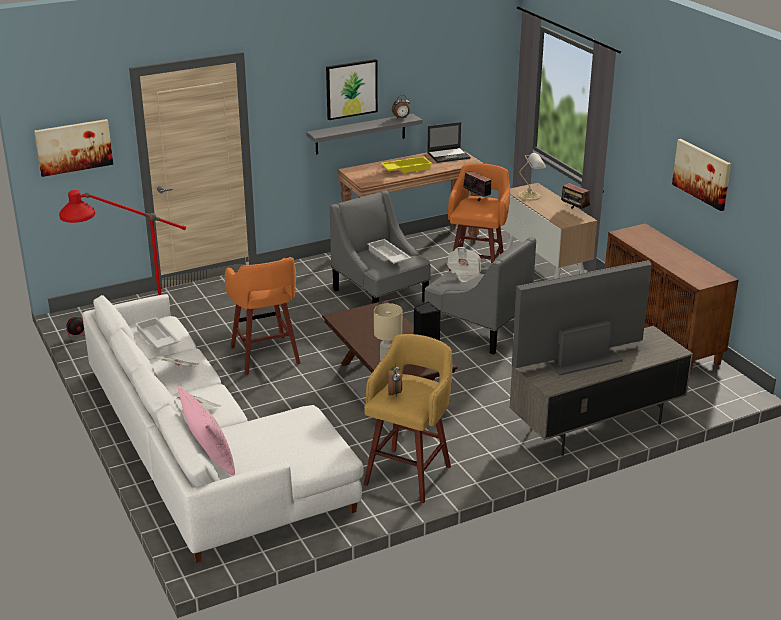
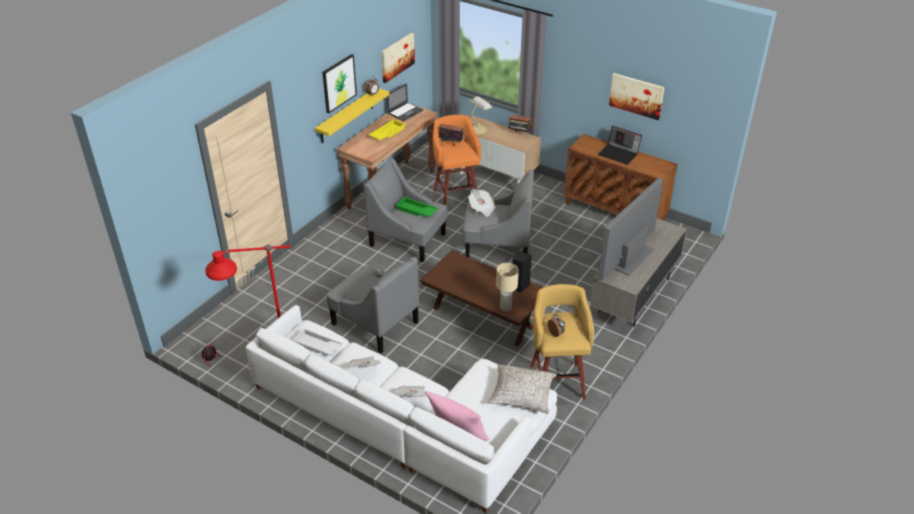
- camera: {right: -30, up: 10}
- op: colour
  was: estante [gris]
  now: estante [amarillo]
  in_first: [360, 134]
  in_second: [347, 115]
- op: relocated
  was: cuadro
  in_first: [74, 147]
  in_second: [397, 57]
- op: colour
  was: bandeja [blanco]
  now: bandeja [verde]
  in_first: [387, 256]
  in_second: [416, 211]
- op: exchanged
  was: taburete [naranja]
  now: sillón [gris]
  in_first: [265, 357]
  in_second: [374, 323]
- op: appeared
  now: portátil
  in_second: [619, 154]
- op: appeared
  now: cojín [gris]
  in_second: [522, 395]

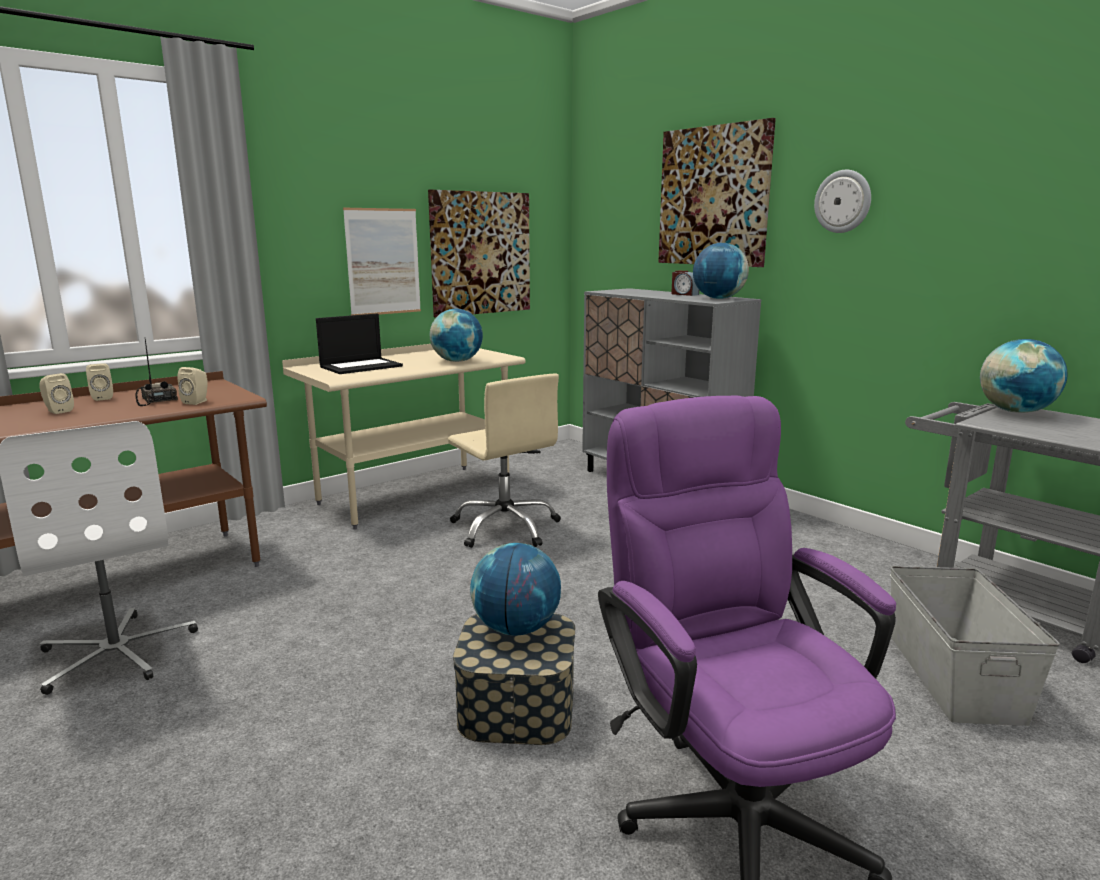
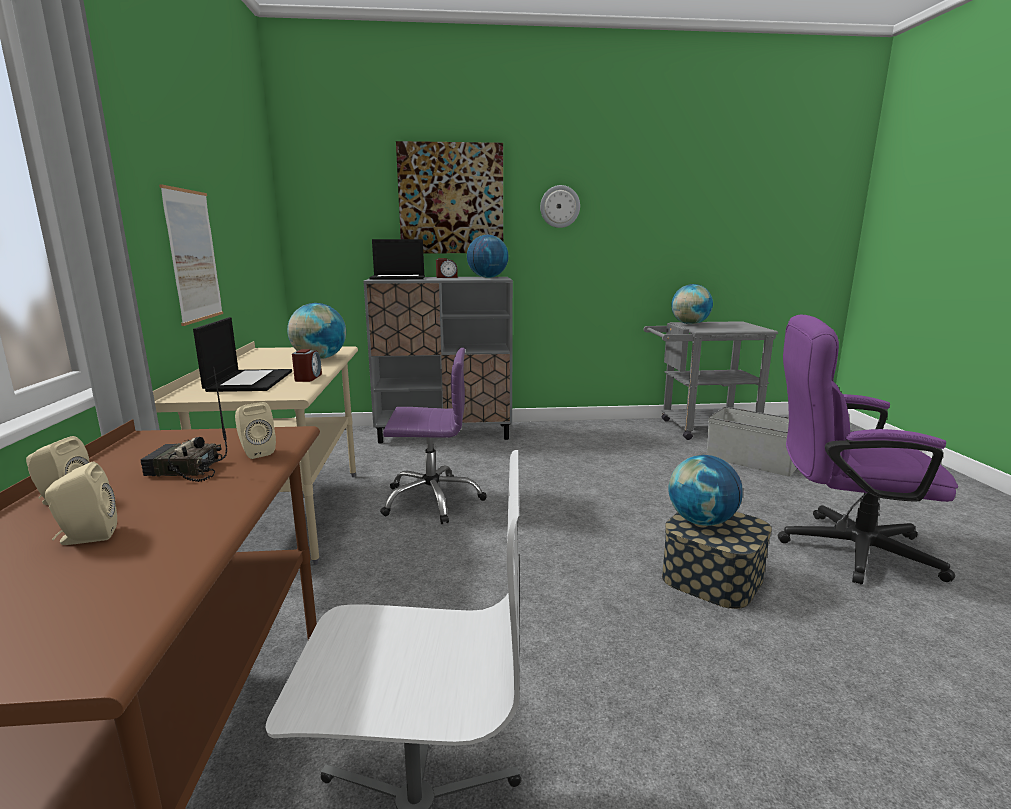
- camera: {right: -55, up: 0}
- op: missing
  was: cuadro
  in_first: [481, 253]
- op: colour
  was: silla de oficina [beis]
  now: silla de oficina [morado]
  in_first: [505, 528]
  in_second: [432, 500]
- op: appeared
  now: portátil
  in_second: [398, 278]
- op: appeared
  now: despertador
  in_second: [308, 378]

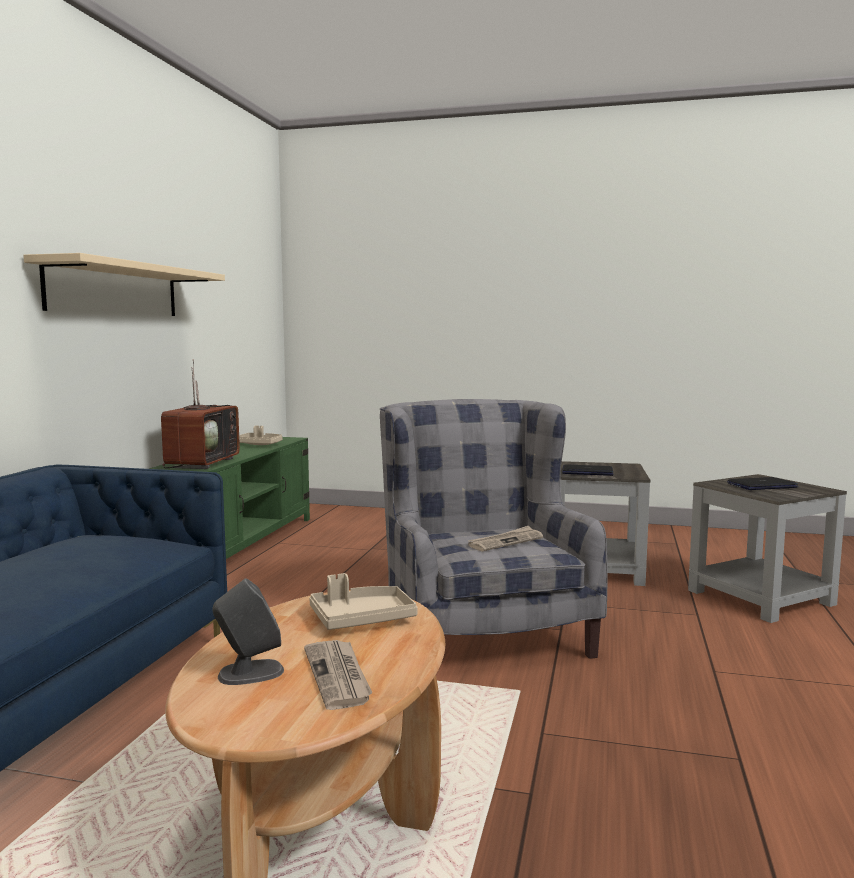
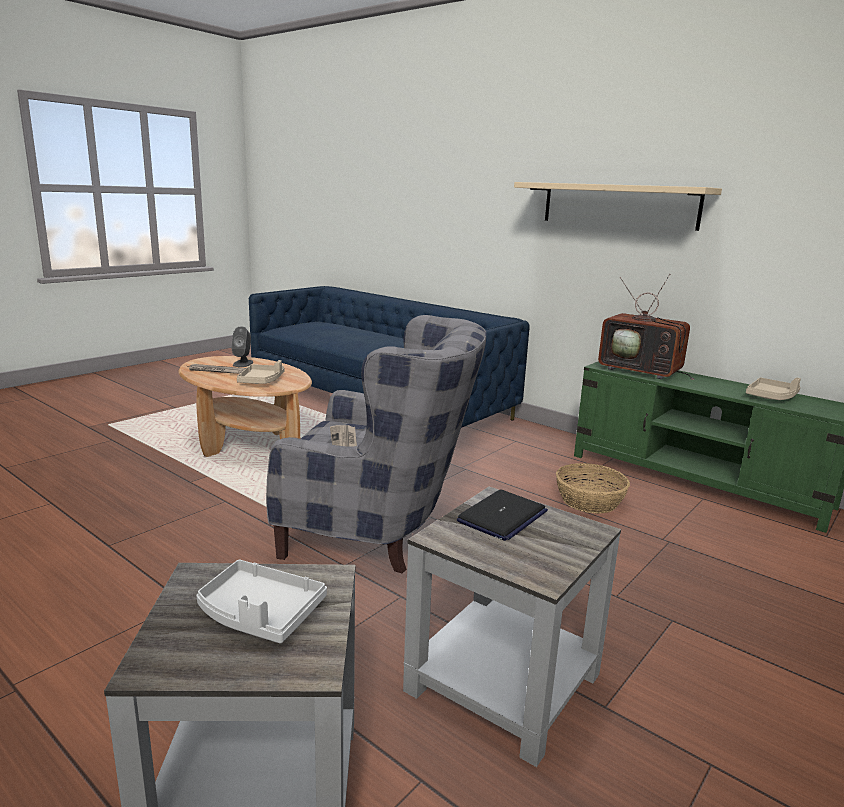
- camera: {right: 115, up: 10}
- op: exchanged
  was: portátil
  now: bandeja [gris]
  in_first: [762, 485]
  in_second: [259, 614]
- op: appeared
  now: cesta
  in_second: [590, 501]

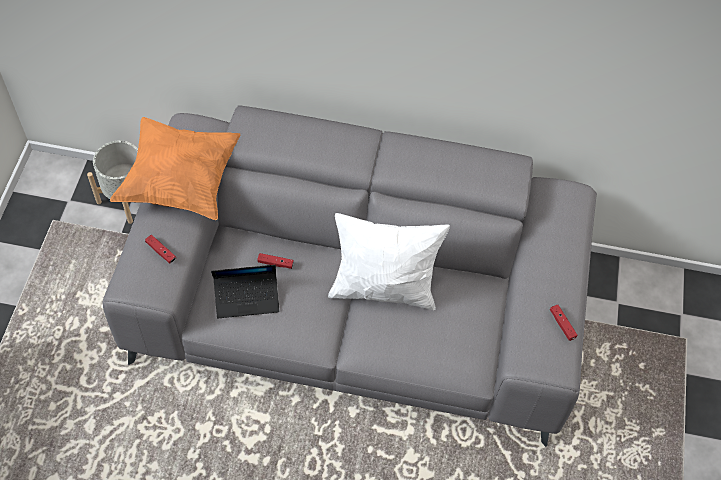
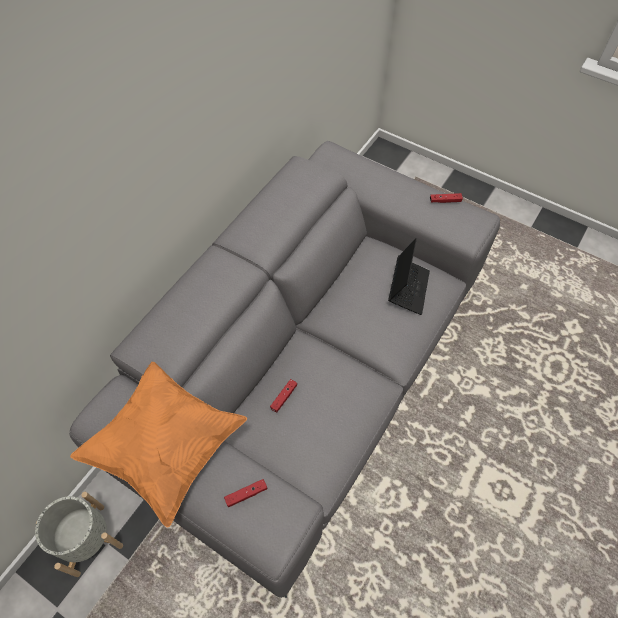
- camera: {right: -65, up: 0}
- op: missing
  was: cojín [blanco]
  in_first: [383, 288]
- op: relocated
  was: portátil
  in_first: [247, 298]
  in_second: [408, 288]

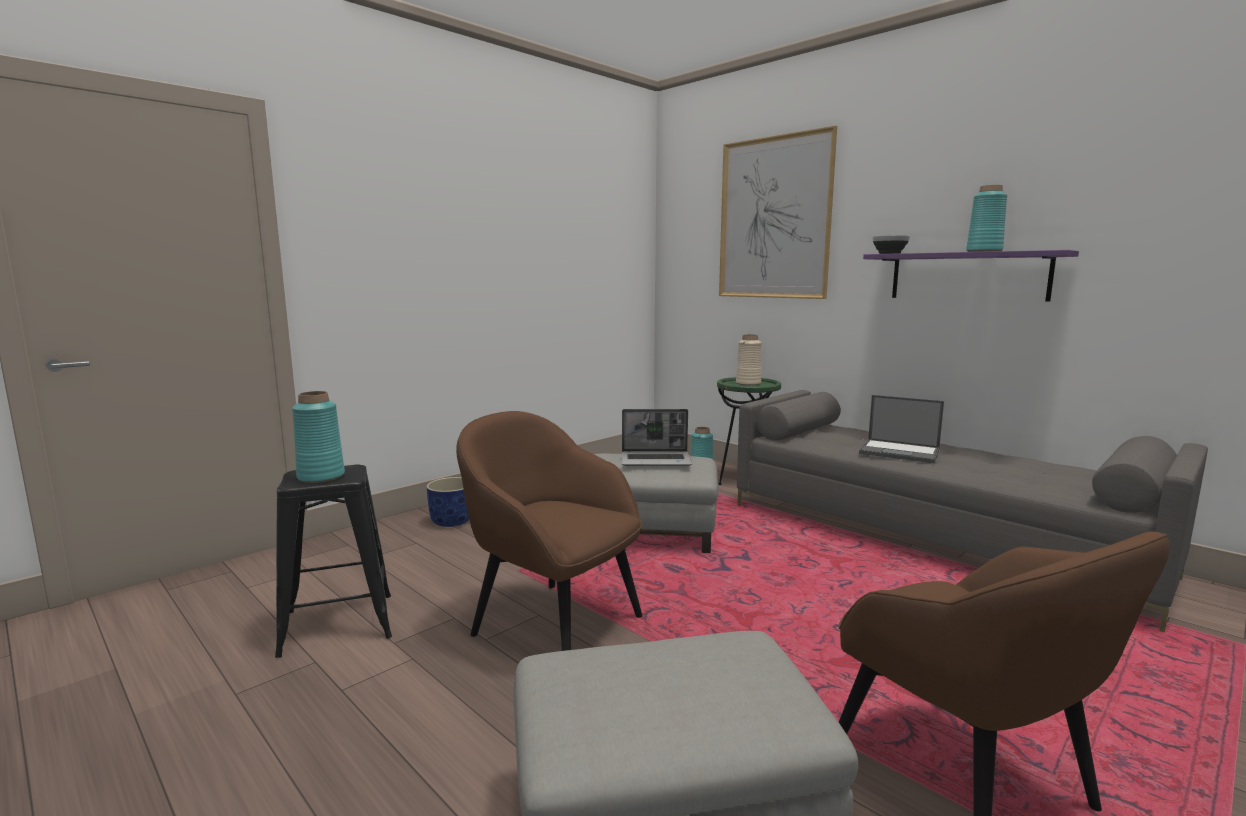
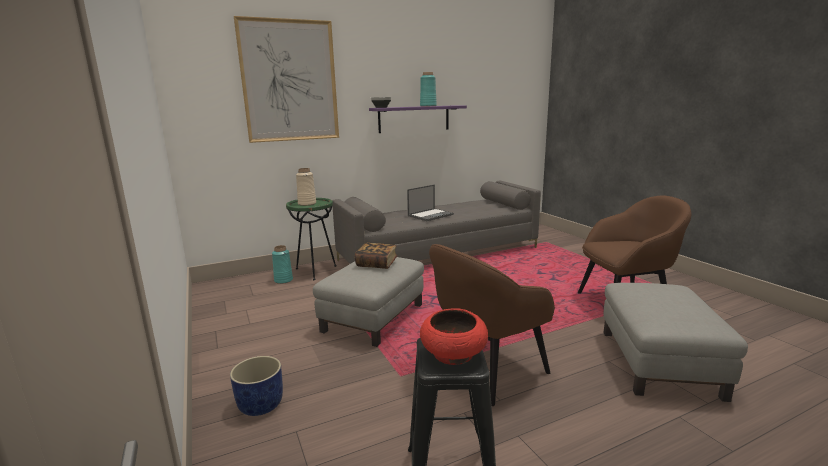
- camera: {right: -70, up: 5}
- op: exchanged
  was: florero [turquesa]
  now: cuenco [rojo]
  in_first: [320, 476]
  in_second: [453, 355]
- op: exchanged
  was: portátil
  now: libro
  in_first: [656, 460]
  in_second: [376, 264]

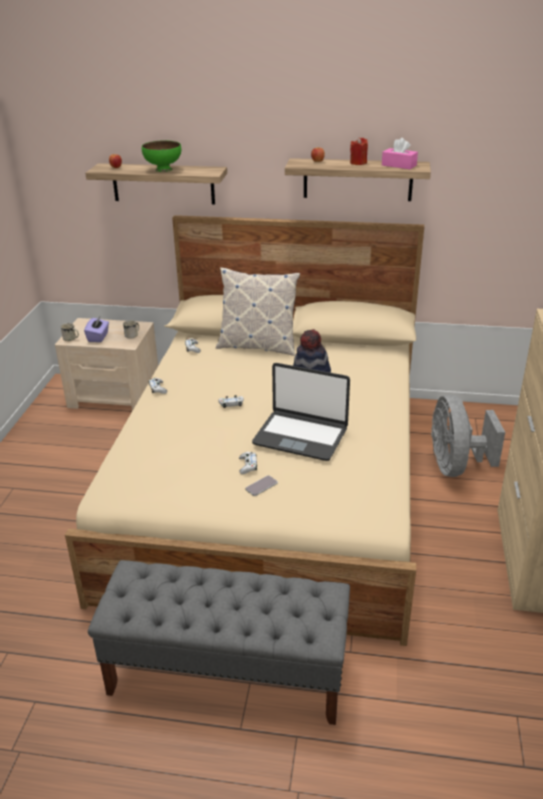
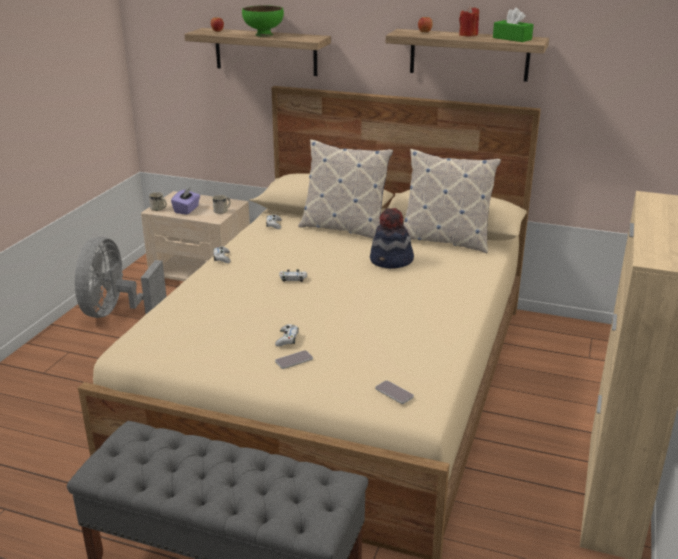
- camera: {right: 10, up: -5}
- op: colour
  was: caja de pañuelos [rosa]
  now: caja de pañuelos [verde]
  in_first: [399, 165]
  in_second: [512, 38]
- op: missing
  was: portátil
  in_first: [301, 436]
- op: relocated
  was: ventilador [gris]
  in_first: [455, 466]
  in_second: [116, 312]
- op: appeared
  now: cojín
  in_second: [445, 240]
- op: appeared
  now: móvil
  in_second: [394, 393]

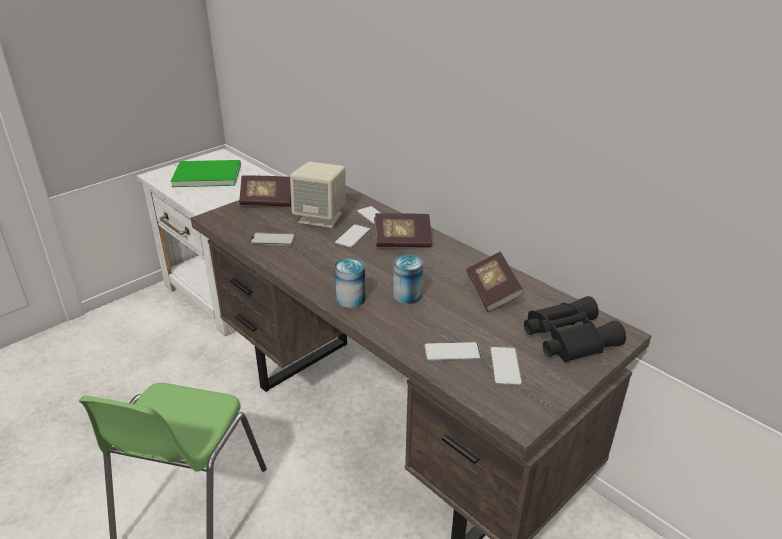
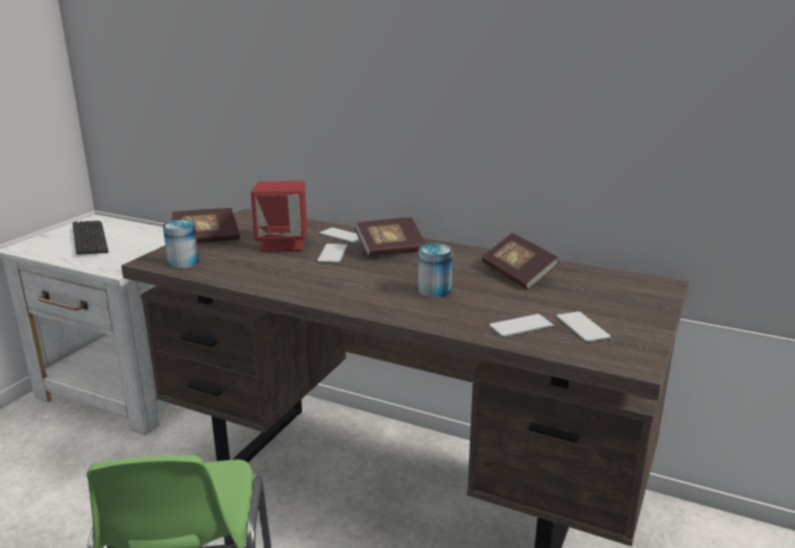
- camera: {right: -20, up: -10}
- op: exchanged
  was: libro [verde]
  now: teclado
  in_first: [205, 175]
  in_second: [90, 239]
- op: colour
  was: altavoz [beis]
  now: altavoz [rojo]
  in_first: [321, 217]
  in_second: [283, 244]
- op: missing
  was: móvil
  in_first: [272, 239]
- op: relocated
  was: lata
  in_first: [350, 299]
  in_second: [183, 262]
- op: missing
  was: prismáticos [negro]
  in_first: [567, 337]

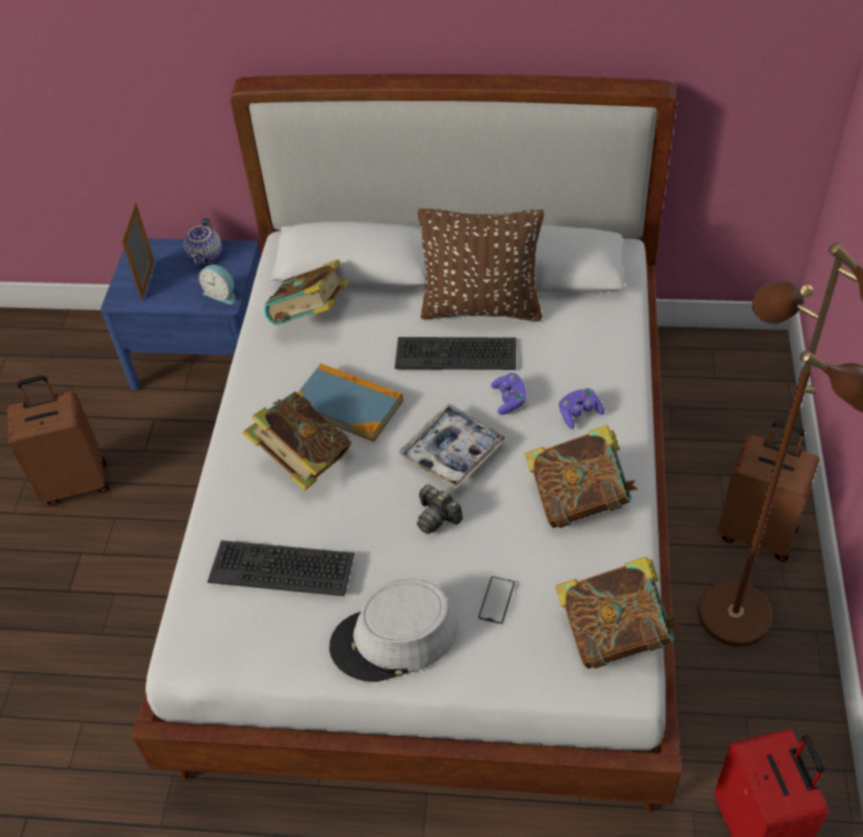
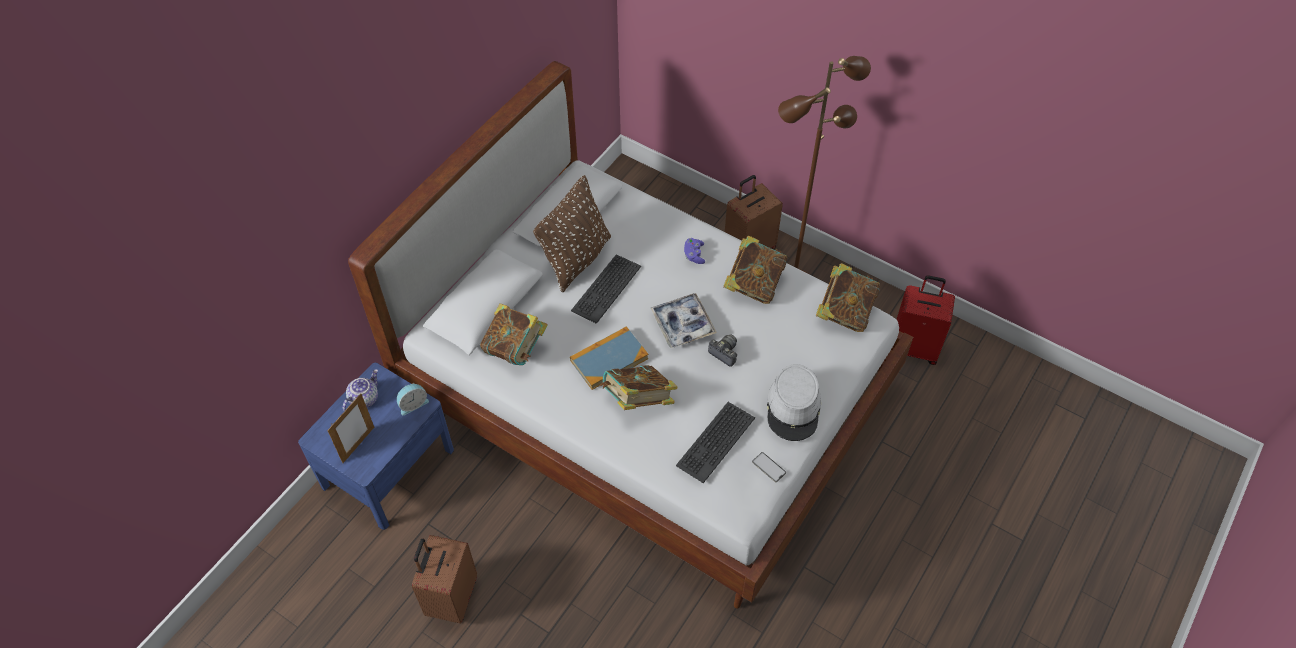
- camera: {right: -65, up: 5}
- op: spun
  was: portarretratos
  in_first: [148, 280]
  in_second: [358, 444]
  clockwise: -90
- op: spun
  was: tetera
  in_first: [206, 256]
  in_second: [364, 398]
  clockwise: -90
- op: missing
  was: mando de consola [morado]
  in_first: [509, 400]
- op: spun
  was: cámara
  in_first: [437, 517]
  in_second: [724, 353]
  clockwise: -120
- op: relocated
  was: móvil
  in_first: [496, 600]
  in_second: [769, 467]

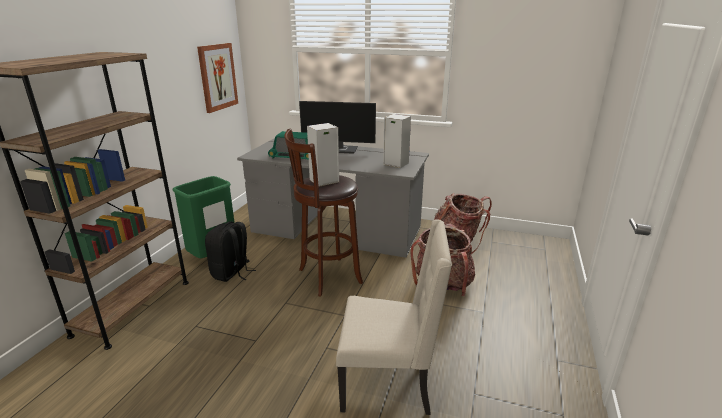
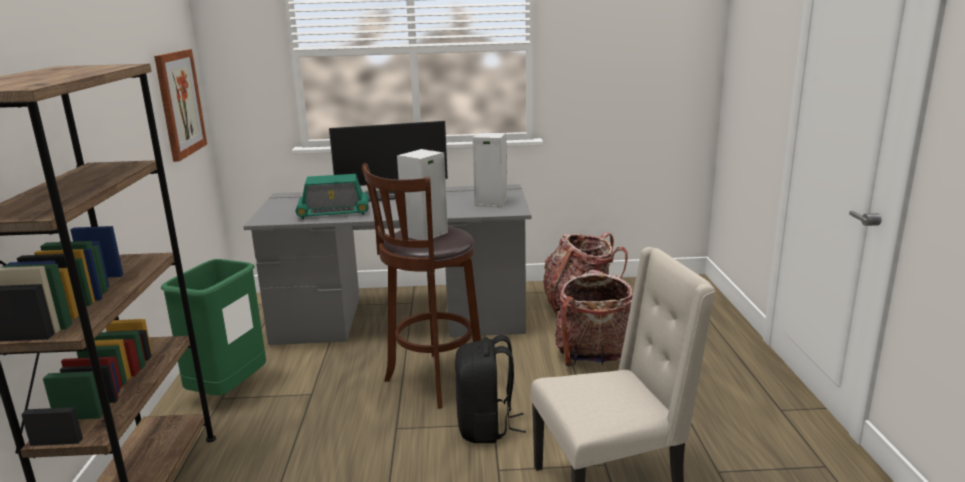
- camera: {right: -20, up: -5}
- op: relocated
  was: mochila [negro]
  in_first: [231, 273]
  in_second: [486, 427]

